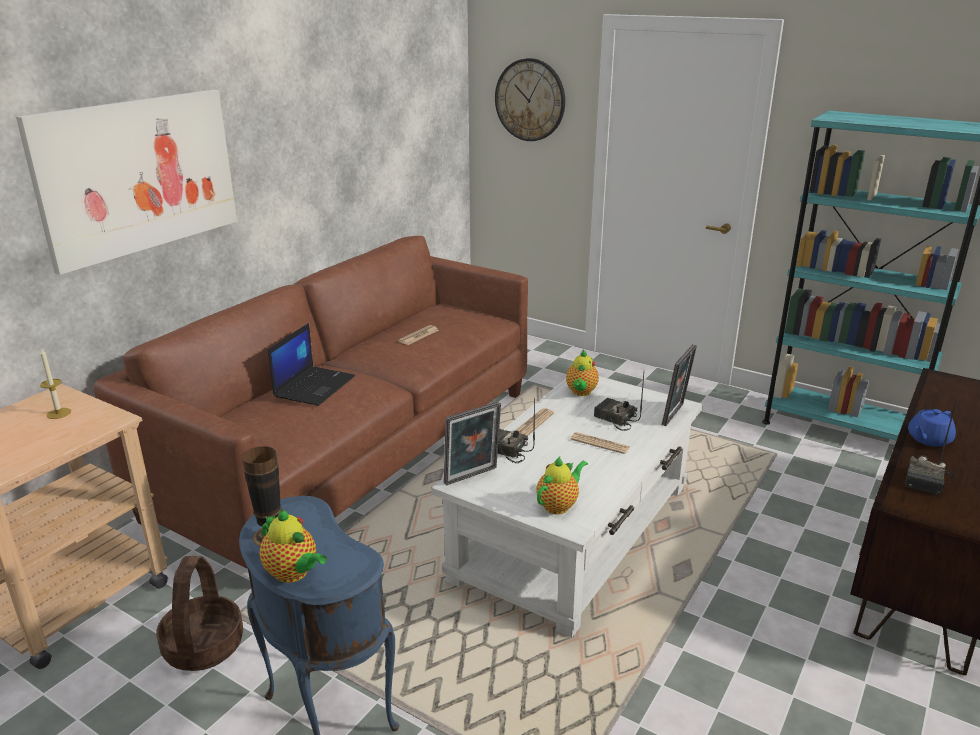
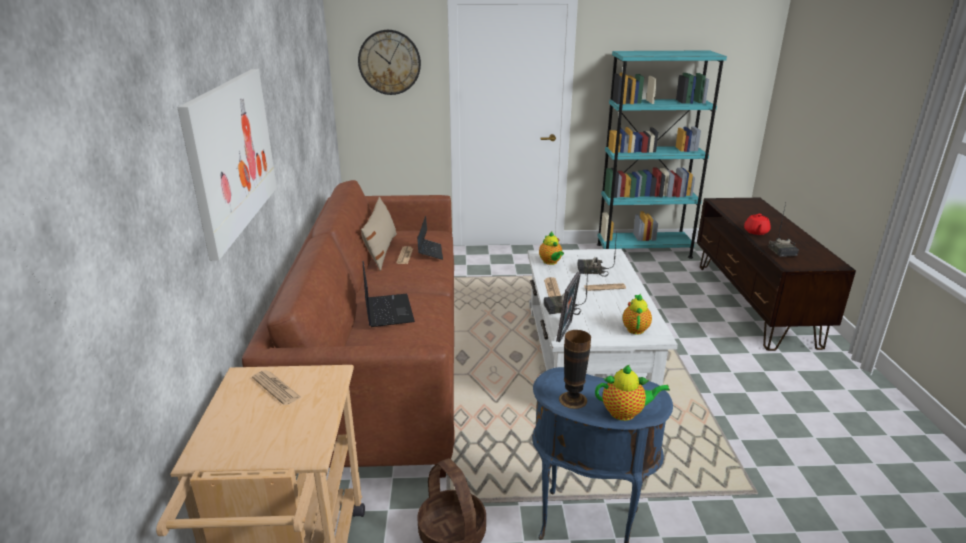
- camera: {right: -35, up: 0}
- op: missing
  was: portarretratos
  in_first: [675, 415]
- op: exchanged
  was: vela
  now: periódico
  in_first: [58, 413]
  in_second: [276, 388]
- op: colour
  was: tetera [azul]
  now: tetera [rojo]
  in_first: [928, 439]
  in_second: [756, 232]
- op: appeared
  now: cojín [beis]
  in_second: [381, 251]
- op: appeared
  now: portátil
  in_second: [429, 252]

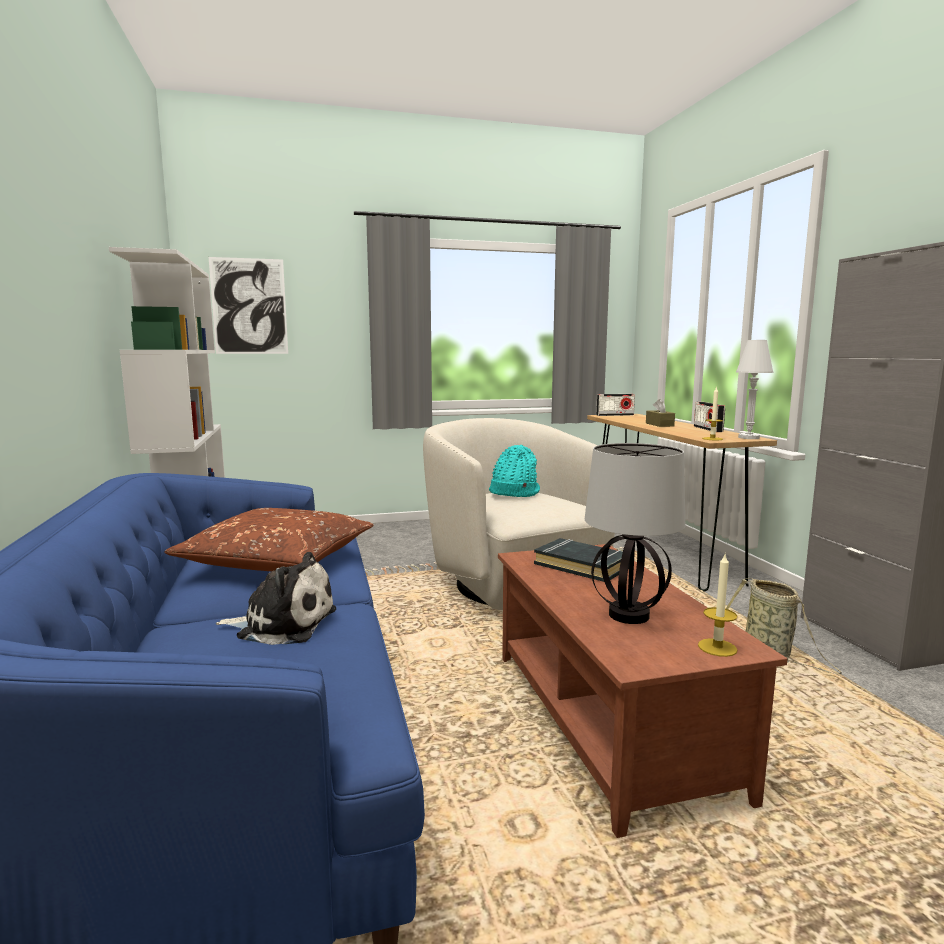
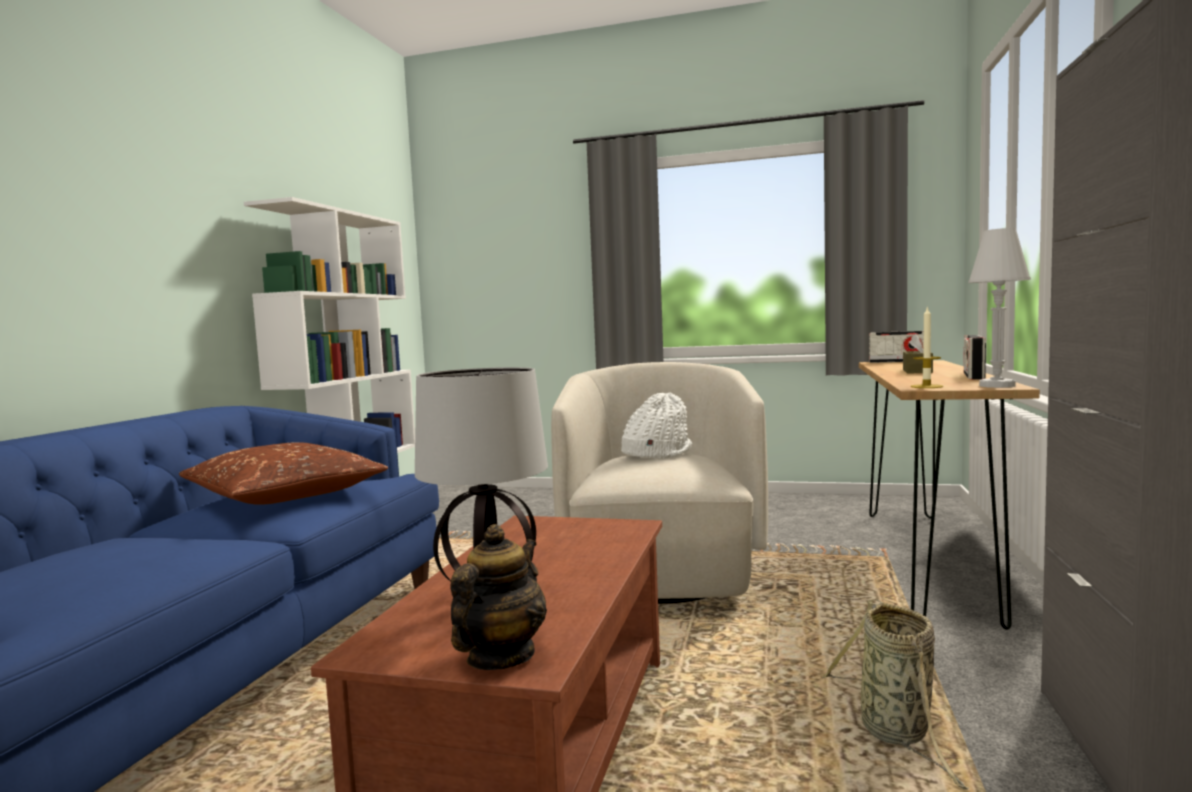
- camera: {right: 30, up: -5}
- op: missing
  was: cuadro
  in_first: [249, 306]
- op: colour
  was: sombrero [turquesa]
  now: sombrero [blanco]
  in_first: [513, 492]
  in_second: [656, 453]
- op: missing
  was: libro [negro]
  in_first: [582, 566]
- op: missing
  was: peluche
  in_first: [282, 624]
- op: exchanged
  was: vela
  now: tetera
  in_first: [717, 647]
  in_second: [500, 656]

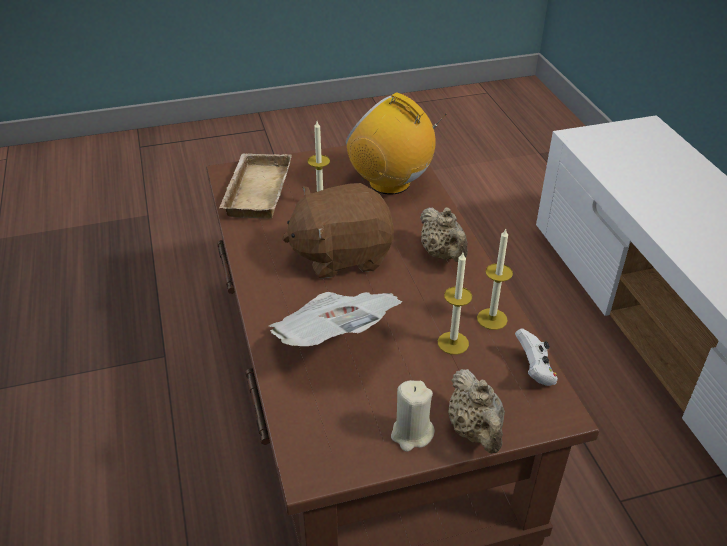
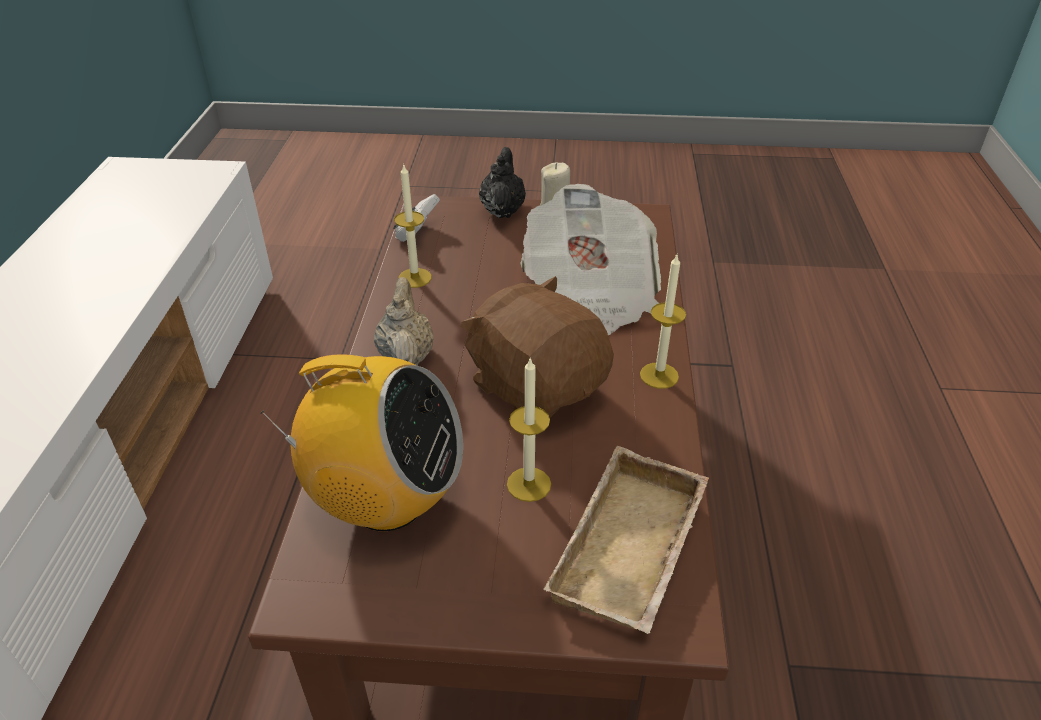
- camera: {right: -160, up: 0}
- op: spun
  was: radio
  in_first: [390, 183]
  in_second: [386, 501]
  clockwise: -45
- op: spun
  was: peluche [marrón]
  in_first: [341, 255]
  in_second: [537, 387]
  clockwise: -135
- op: relocated
  was: vela
  in_first: [453, 343]
  in_second: [659, 375]
- op: colour
  was: tetera [beis]
  now: tetera [negro]
  in_first: [475, 431]
  in_second: [502, 210]

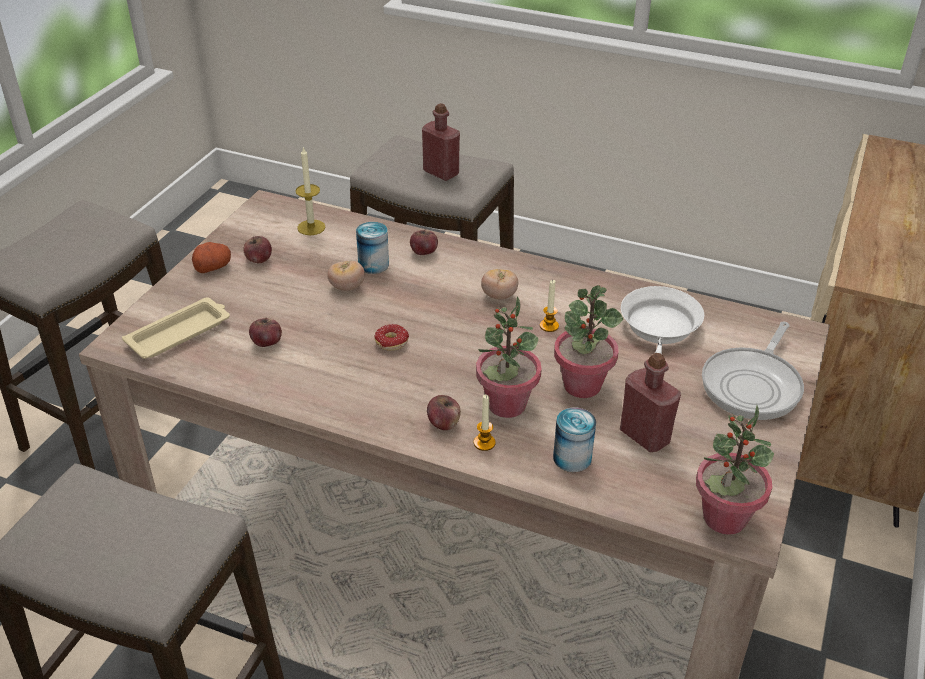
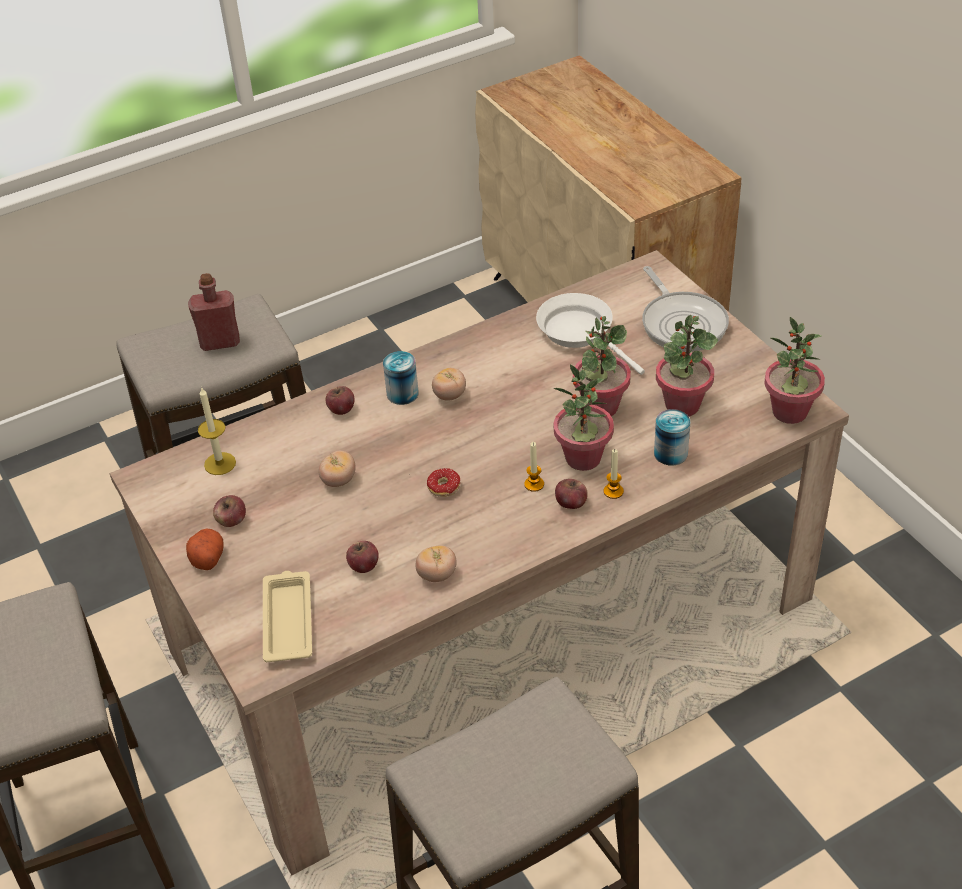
- camera: {right: -50, up: 5}
- op: relocated
  was: lata
  in_first: [373, 264]
  in_second: [402, 393]
- op: relocated
  was: vela
  in_first: [549, 326]
  in_second: [534, 484]
- op: exchanged
  was: botella [rojo]
  now: planta en maceta
  in_first: [644, 436]
  in_second: [682, 405]
- op: appeared
  now: tomate
  in_second: [437, 575]

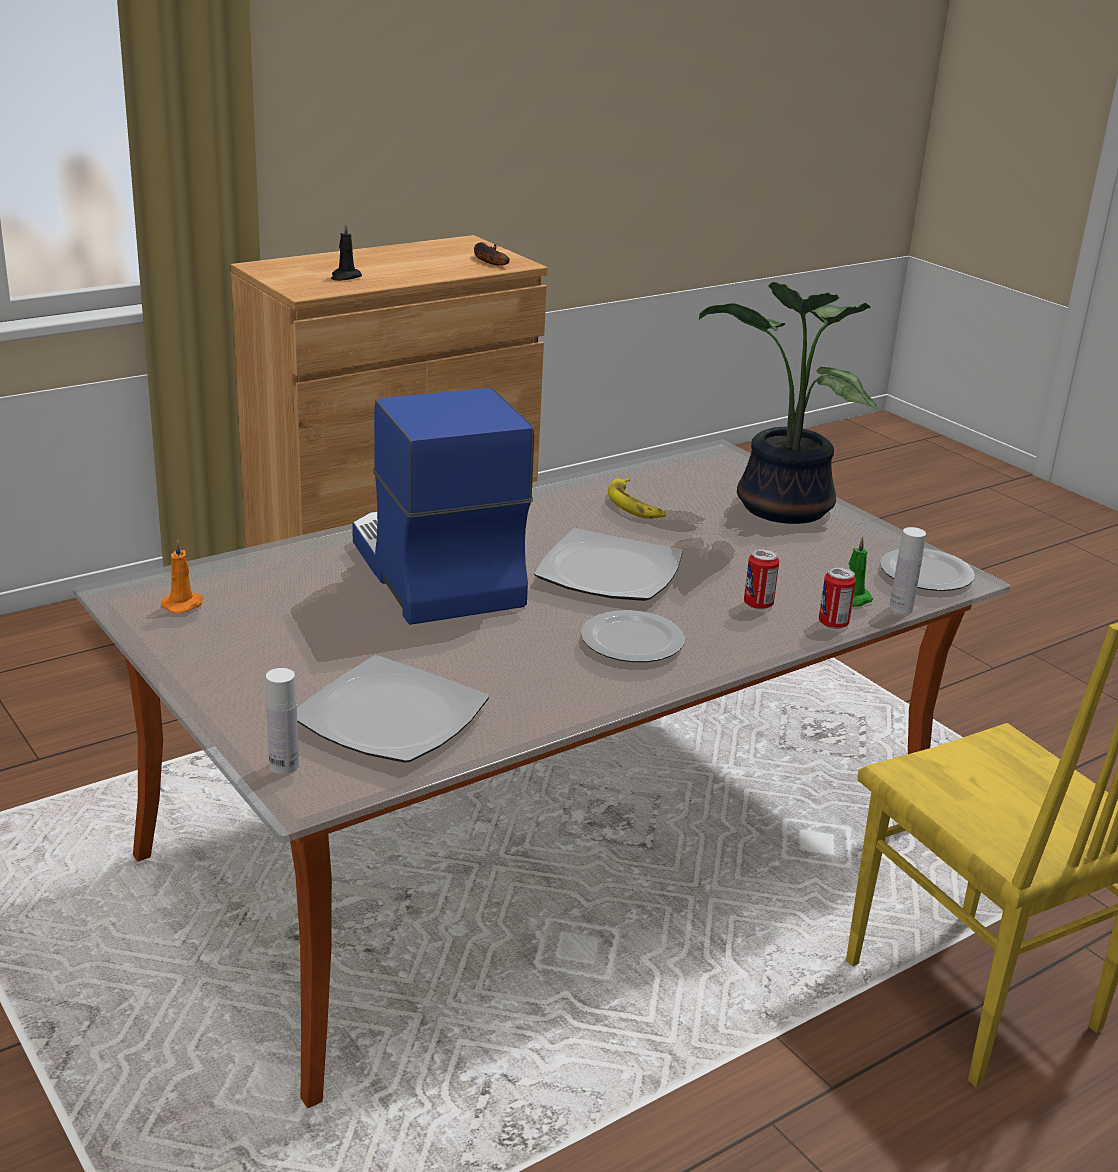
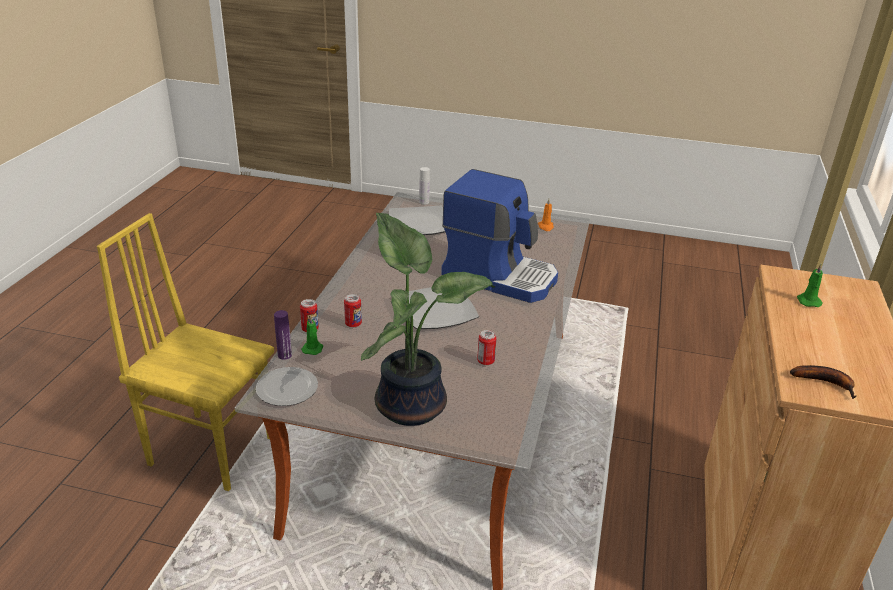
- camera: {right: 140, up: 5}
- op: colour
  was: vela [negro]
  now: vela [verde]
  in_first: [345, 277]
  in_second: [808, 301]
- op: exchanged
  was: plátano
  now: lata
  in_first: [634, 505]
  in_second: [485, 361]
- op: colour
  was: botella [blanco]
  now: botella [morado]
  in_first: [901, 608]
  in_second: [284, 355]
- op: missing
  was: plato
  in_first: [633, 640]

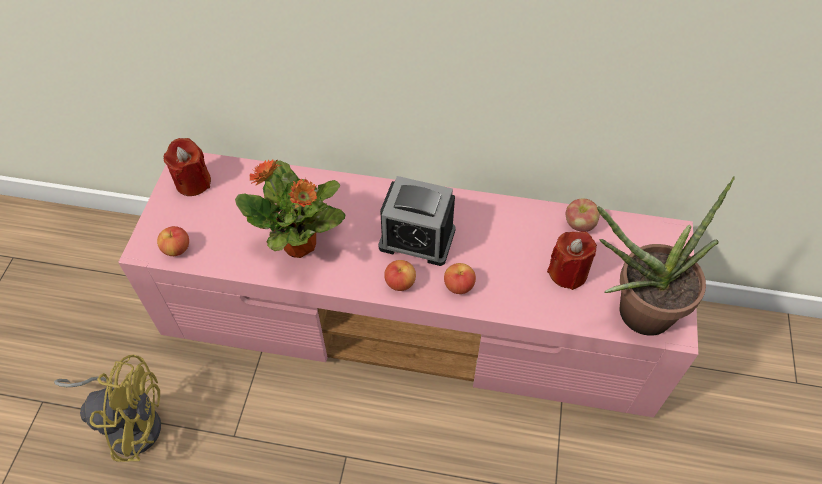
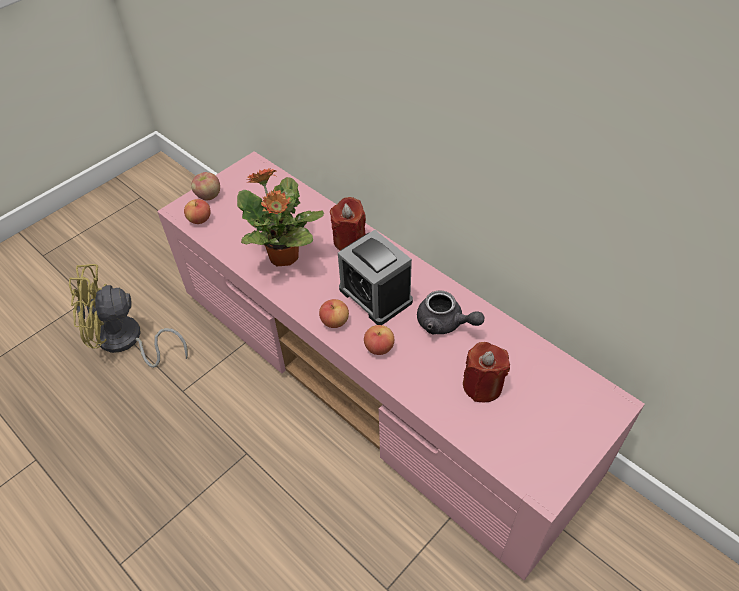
- camera: {right: 35, up: -5}
- op: relocated
  was: vela [rojo]
  in_first: [193, 182]
  in_second: [349, 240]
- op: missing
  was: planta en maceta
  in_first: [633, 314]
- op: relocated
  was: manzana
  in_first: [579, 224]
  in_second: [208, 196]
- op: spun
  was: ventilador [amarillo]
  in_first: [130, 421]
  in_second: [126, 342]
  clockwise: 135
- op: appeared
  now: tetera [gris]
  in_second: [445, 323]

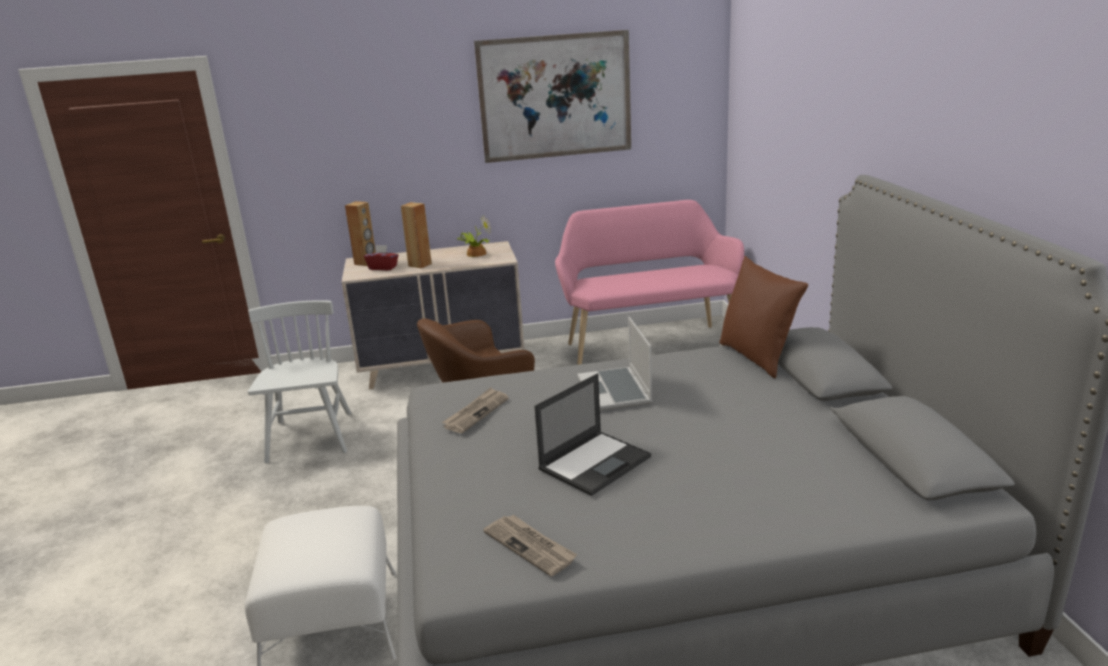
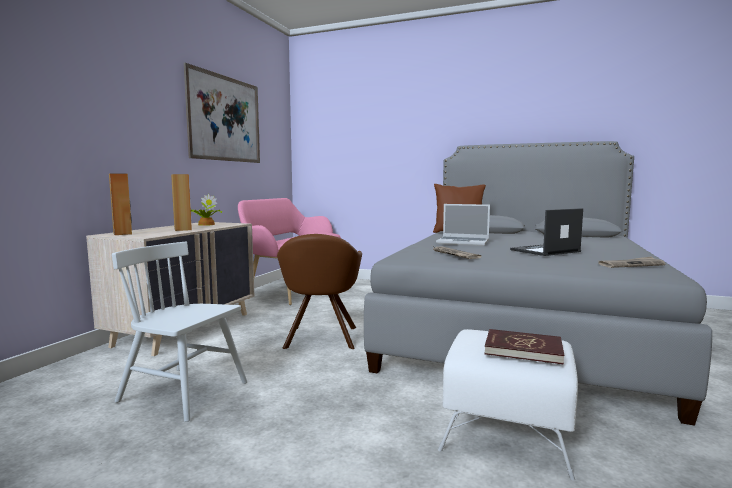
- camera: {right: -60, up: -15}
- op: missing
  was: caja de pañuelos [rojo]
  in_first: [383, 268]
- op: spun
  was: portátil
  in_first: [595, 462]
  in_second: [544, 251]
  clockwise: -105
- op: appeared
  now: libro [rojo]
  in_second: [523, 349]

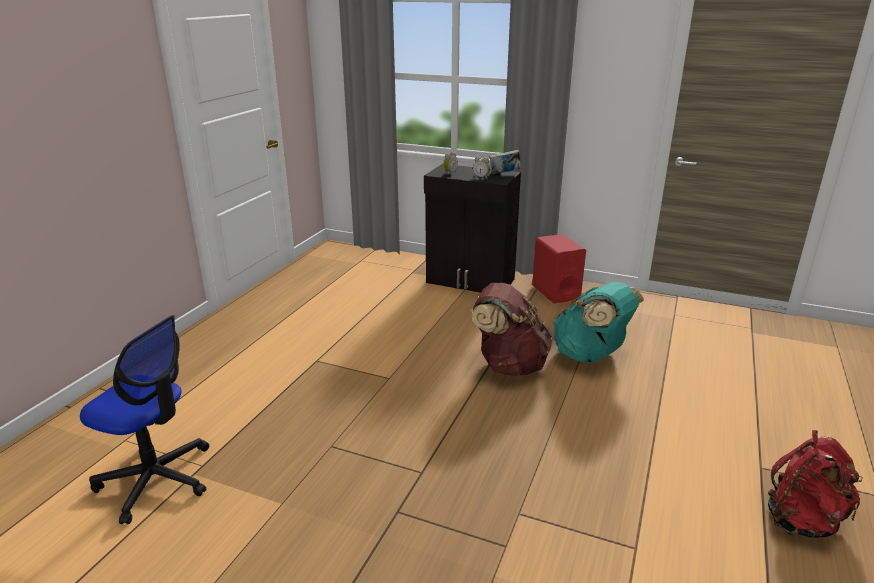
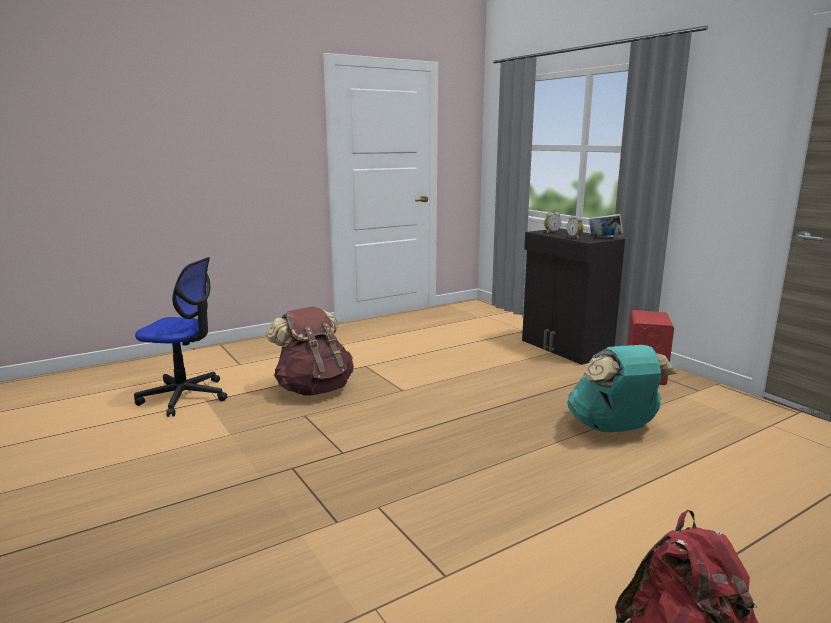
- camera: {right: 35, up: -10}
- op: relocated
  was: mochila [marrón]
  in_first: [509, 365]
  in_second: [314, 389]
- op: spun
  was: silla de oficina
  in_first: [156, 479]
  in_second: [185, 397]
  clockwise: -45

